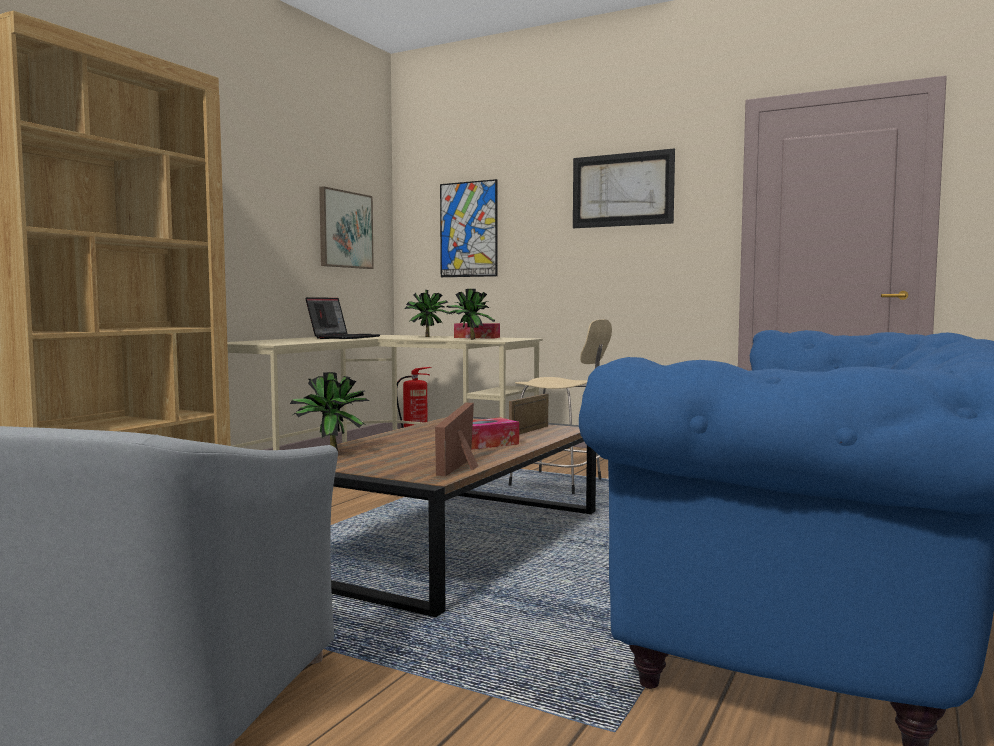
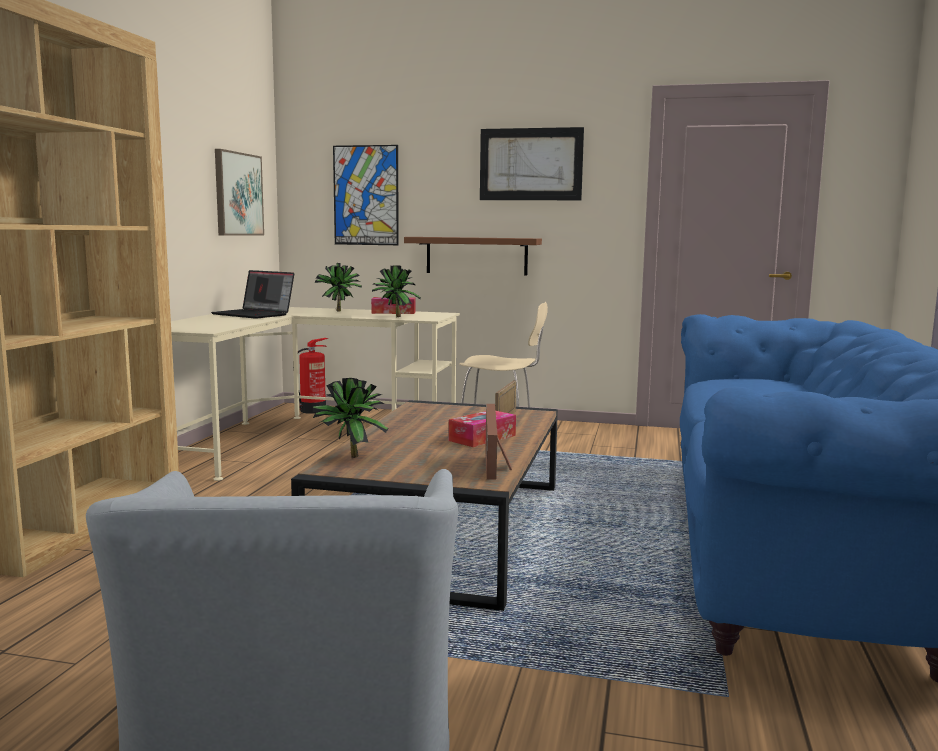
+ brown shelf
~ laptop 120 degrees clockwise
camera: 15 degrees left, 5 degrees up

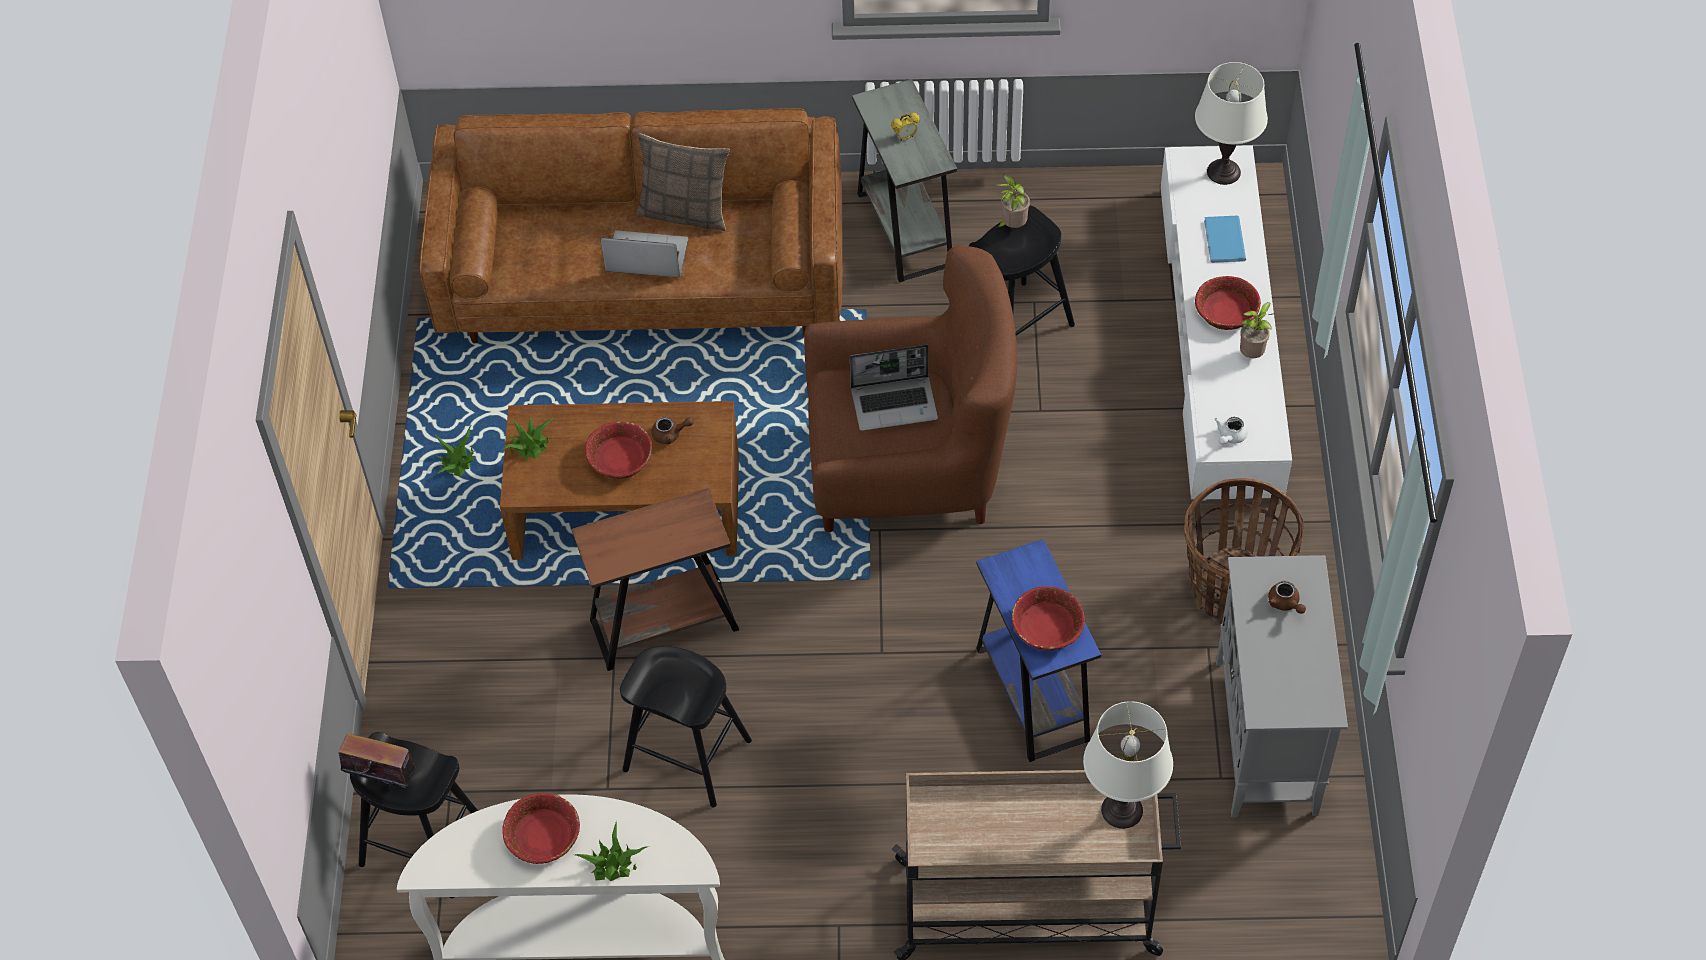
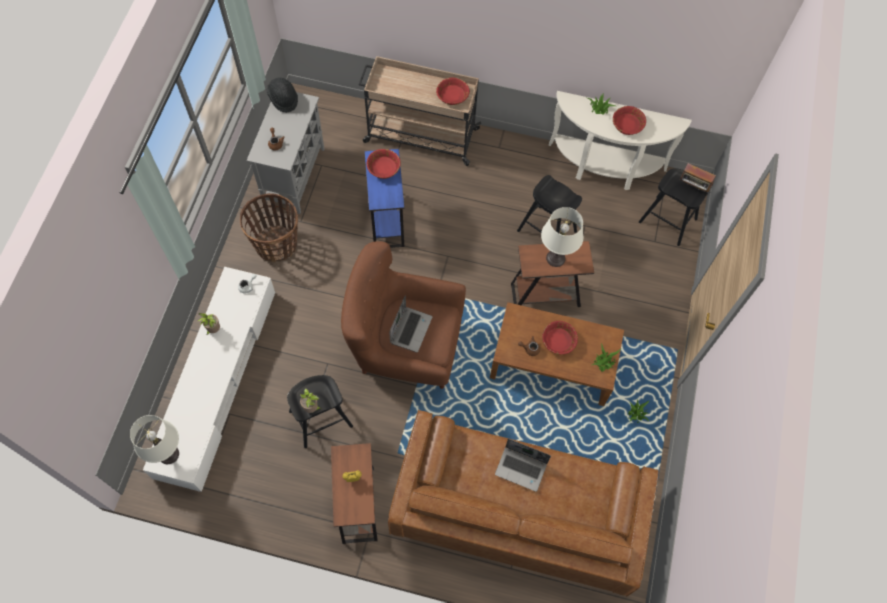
- pillow
- blue book
+ black hat
~ white table lamp (no. 1 from left in the first image) to white table lamp (no. 2 from left)
~ red bowl (no. 4 from left in the first image) to red bowl (no. 2 from left)
~ grey side table to brown side table (no. 1 from left)
~ laptop (no. 2 from left in the first image) 105 degrees clockwise
camera: 170 degrees left, 10 degrees up

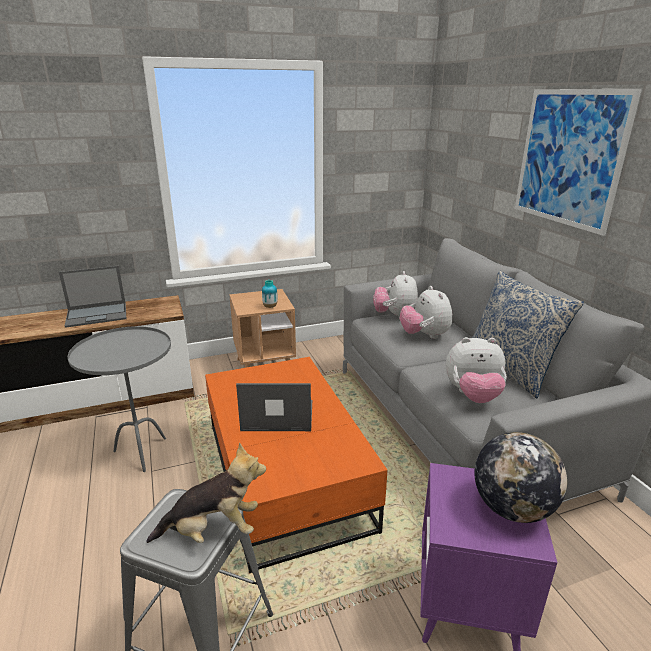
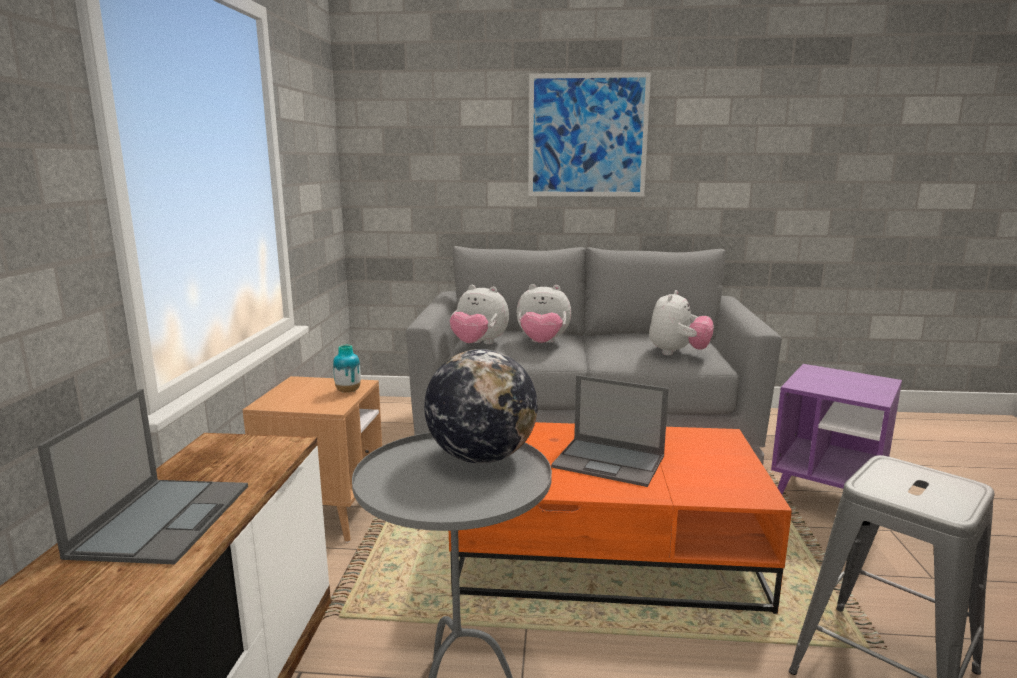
- plush toy (no. 1 from left)
- pillow
~ globe
~ laptop (no. 2 from left) 90 degrees counterclockwise
camera: 65 degrees left, 10 degrees down

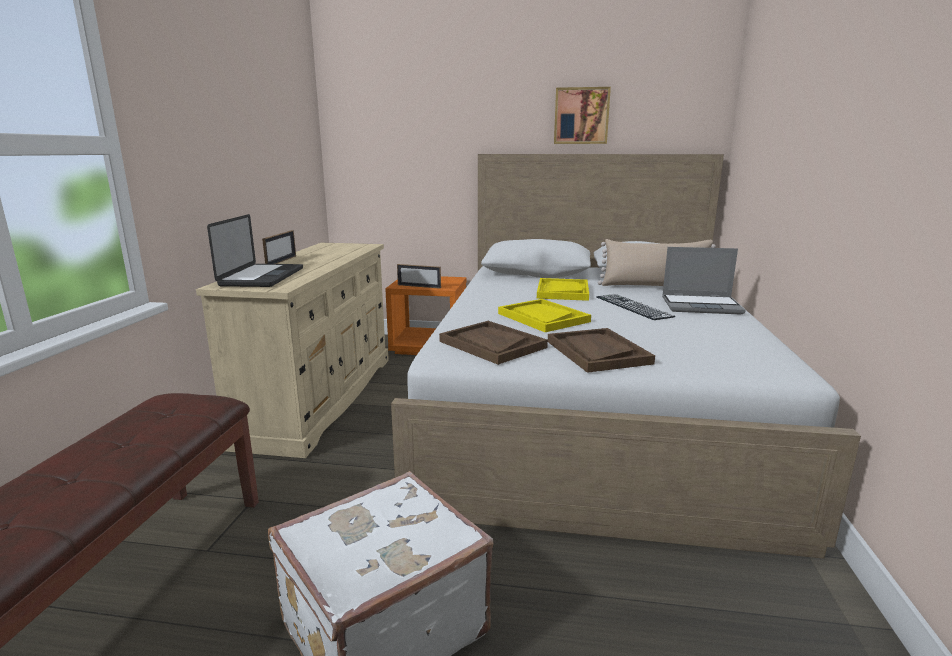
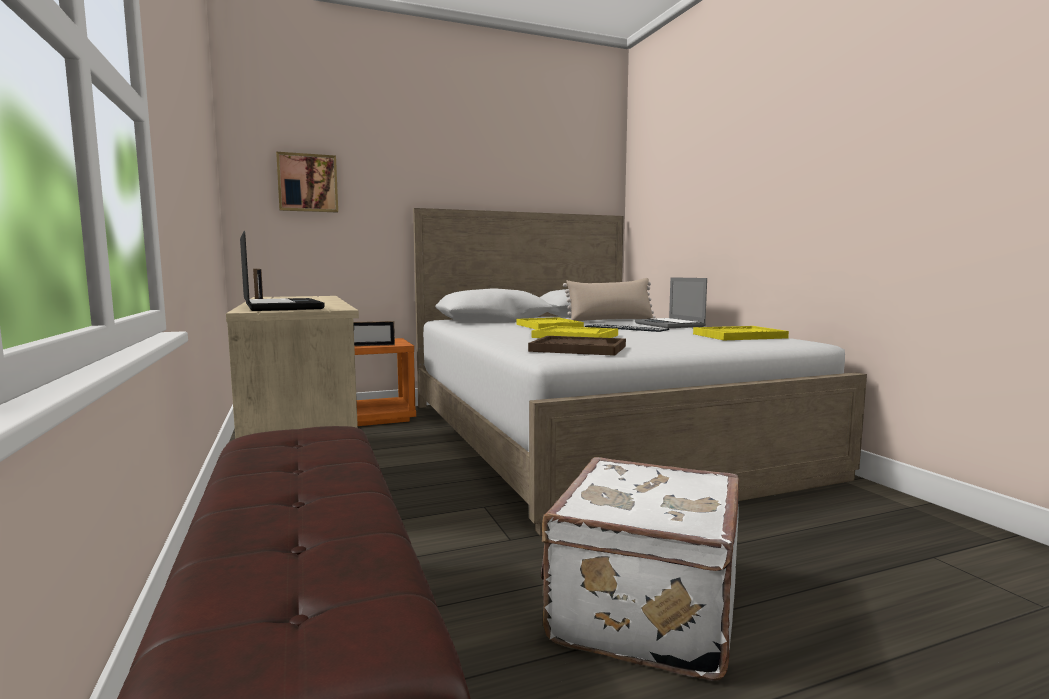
- brown tray (no. 2 from left)
+ yellow tray (no. 3 from left)
~ picture
~ laptop (no. 2 from left) 90 degrees clockwise
camera: 30 degrees left, 10 degrees down

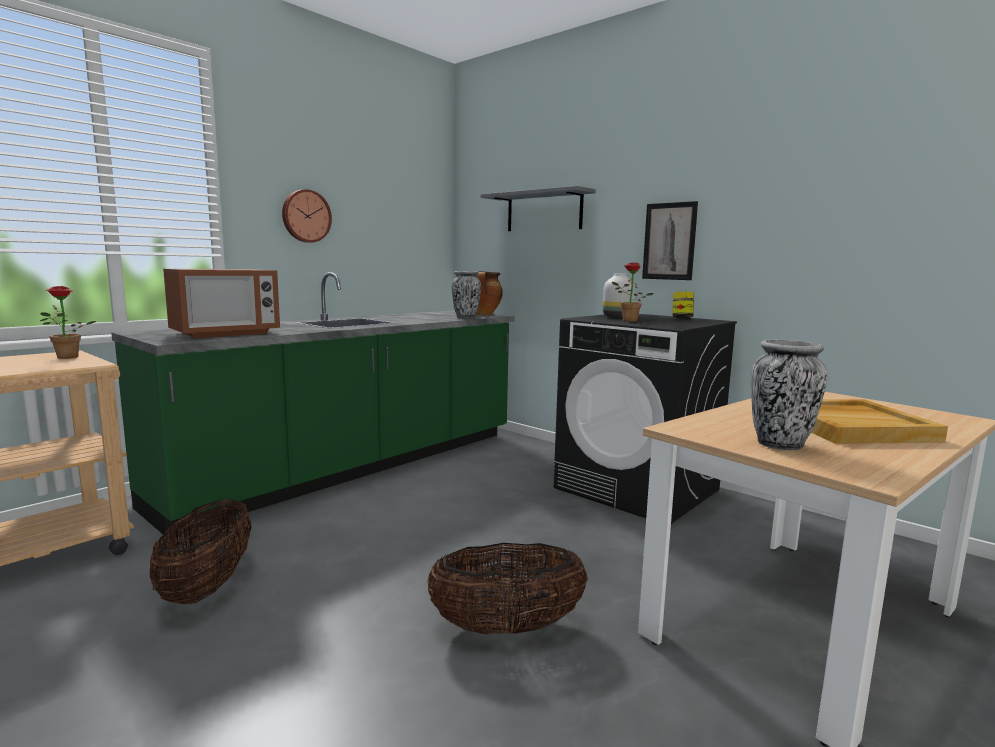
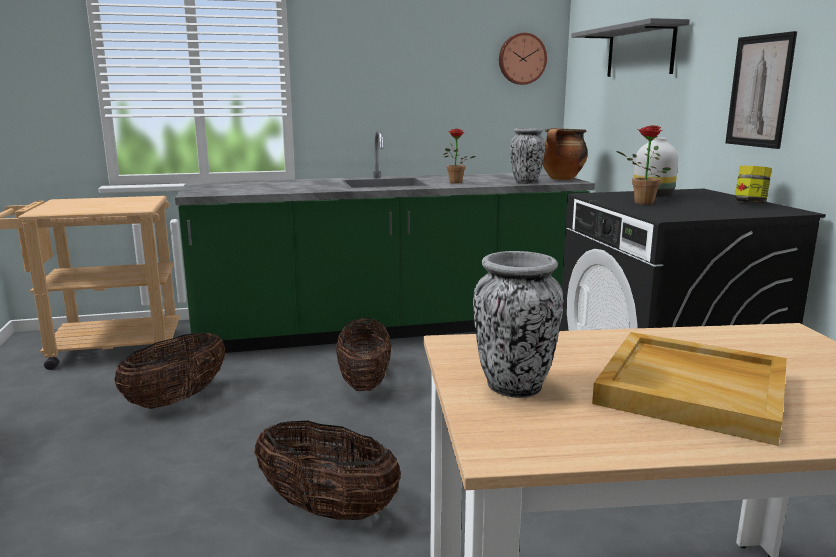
- microwave
+ basket (no. 3 from left)
~ potted plant (no. 1 from left)
~ wall clock
camera: 35 degrees right, 5 degrees up

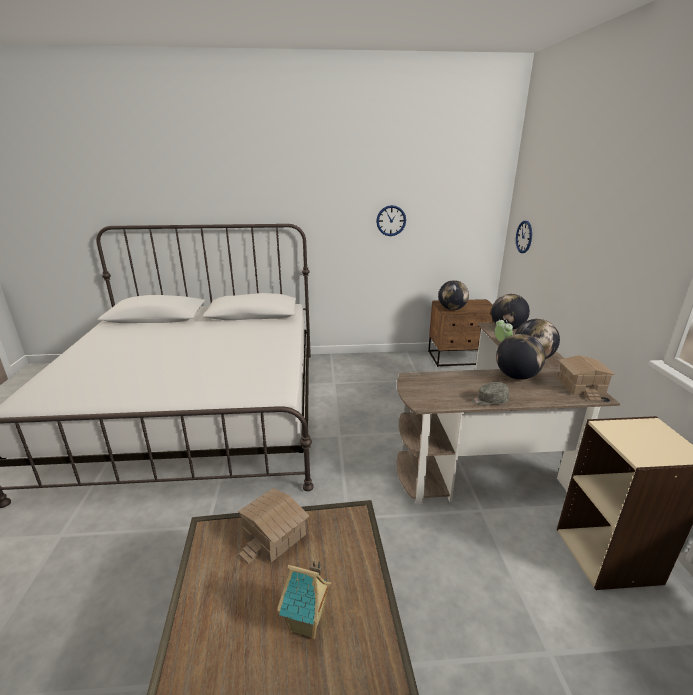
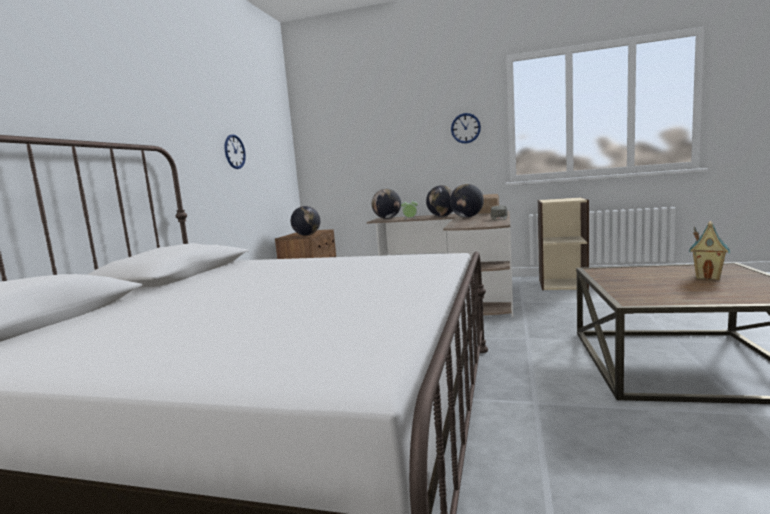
- toy house (no. 1 from left)
~ wall clock (no. 2 from left)
camera: 70 degrees left, 15 degrees down

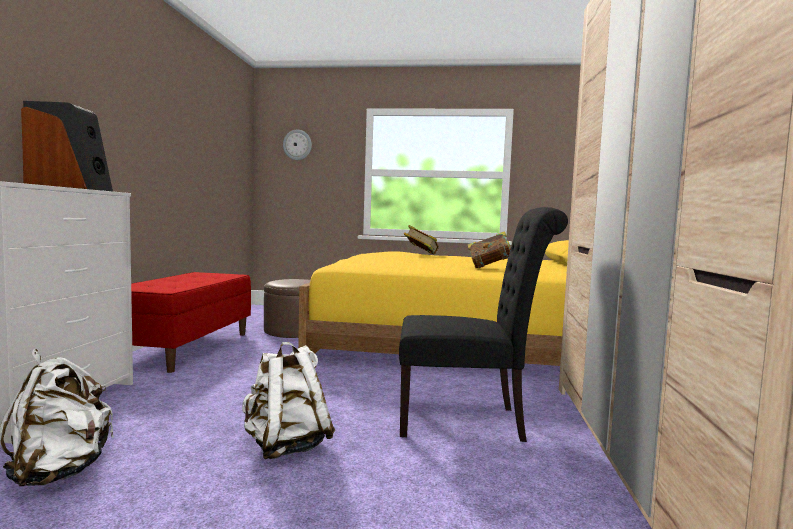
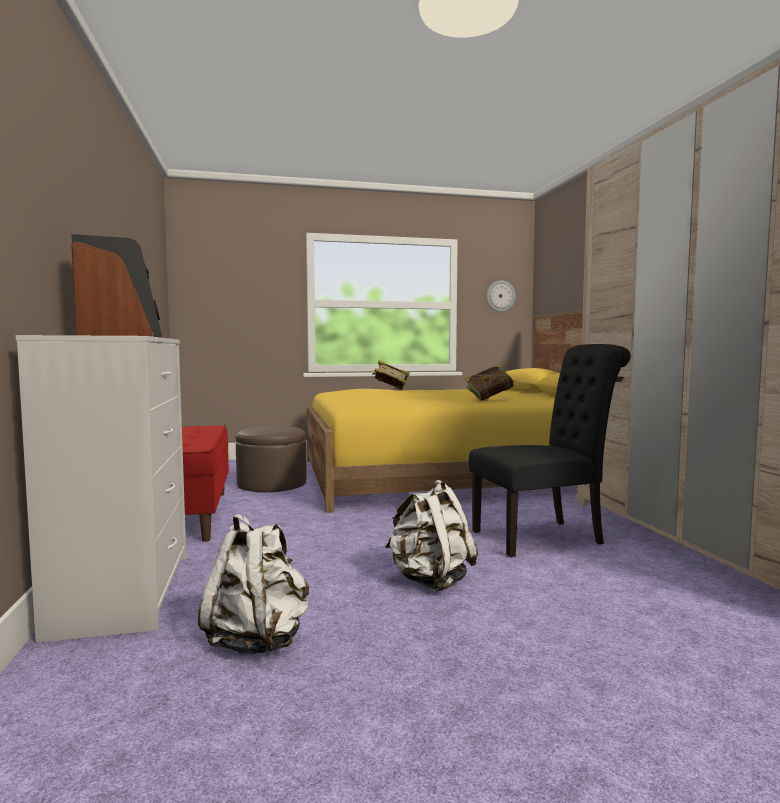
~ wall clock
camera: 20 degrees left, 0 degrees up

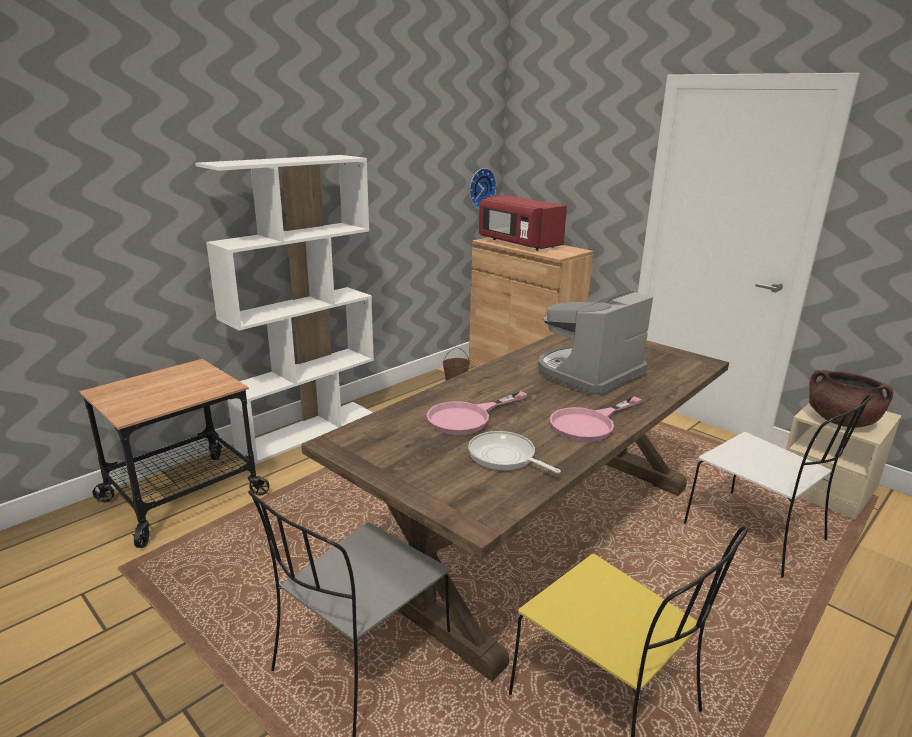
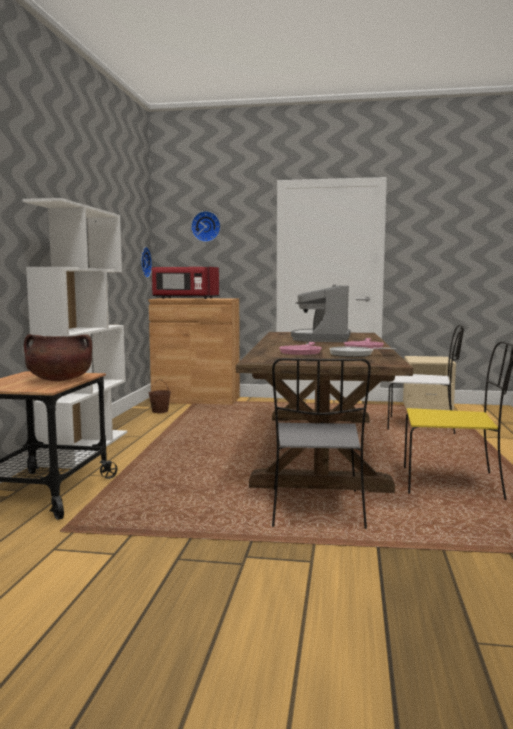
+ wall clock (no. 2 from left)
~ brown cooking pot
camera: 35 degrees left, 15 degrees down

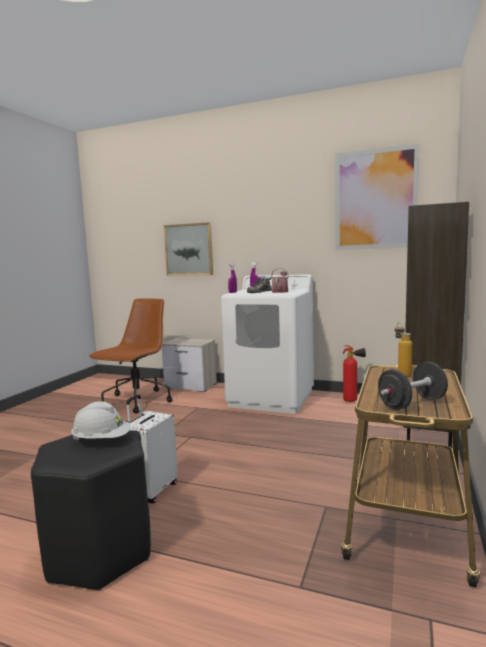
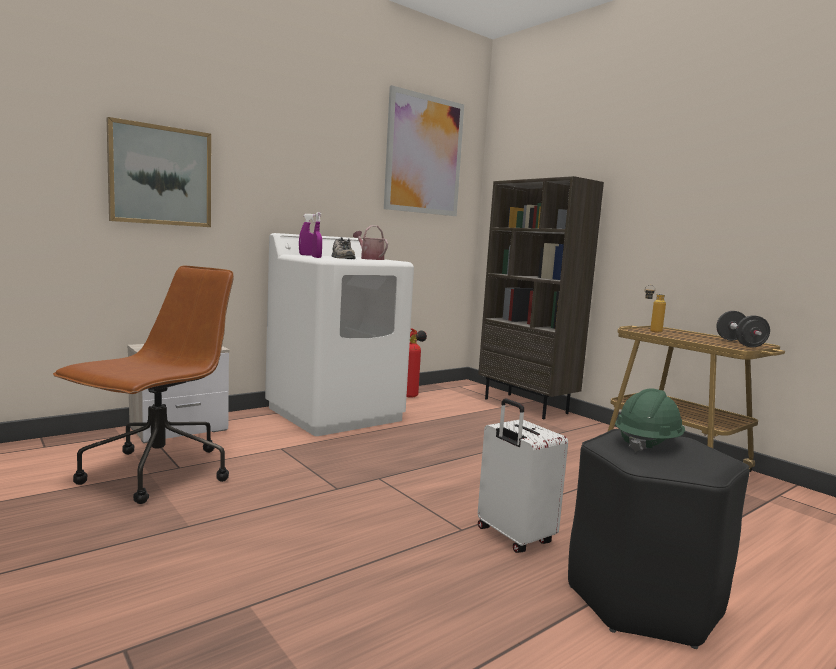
~ white hard hat to green hard hat
~ brown office chair 60 degrees clockwise
camera: 60 degrees left, 0 degrees up

